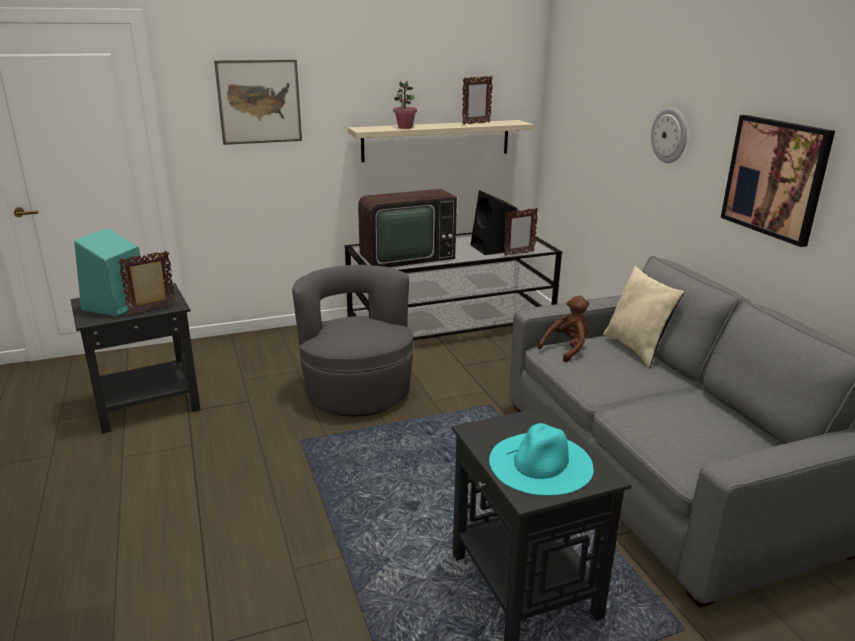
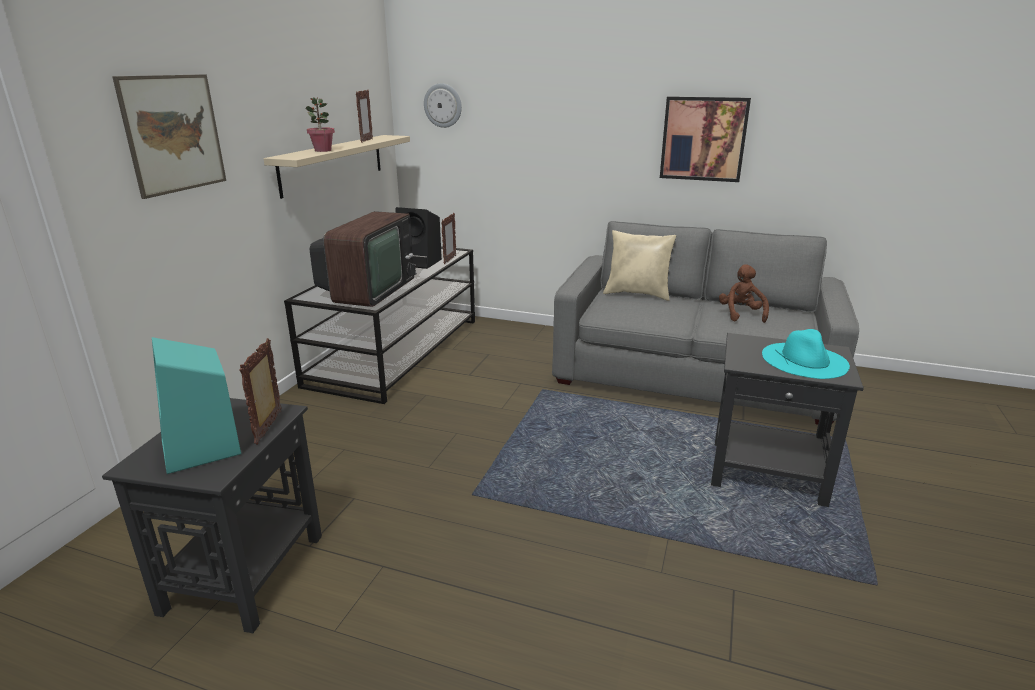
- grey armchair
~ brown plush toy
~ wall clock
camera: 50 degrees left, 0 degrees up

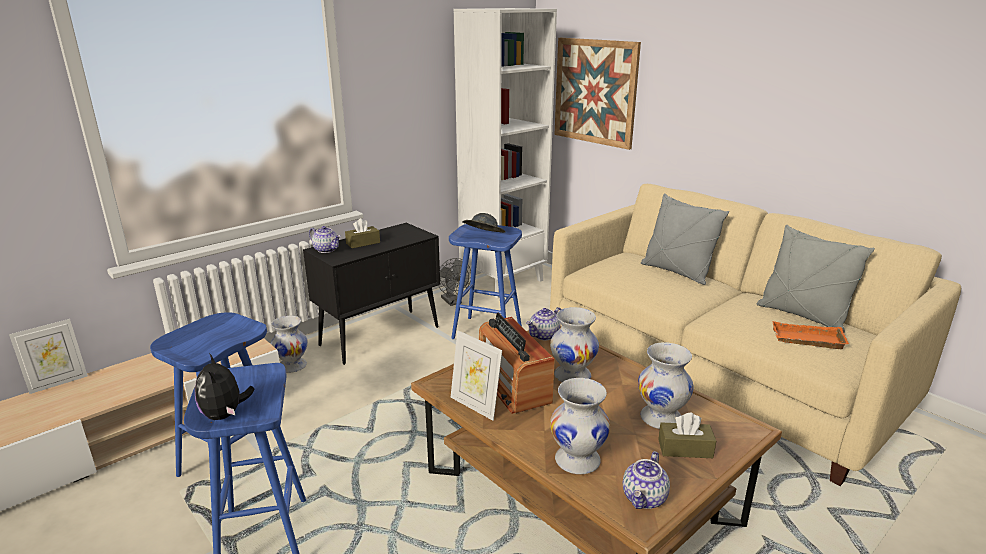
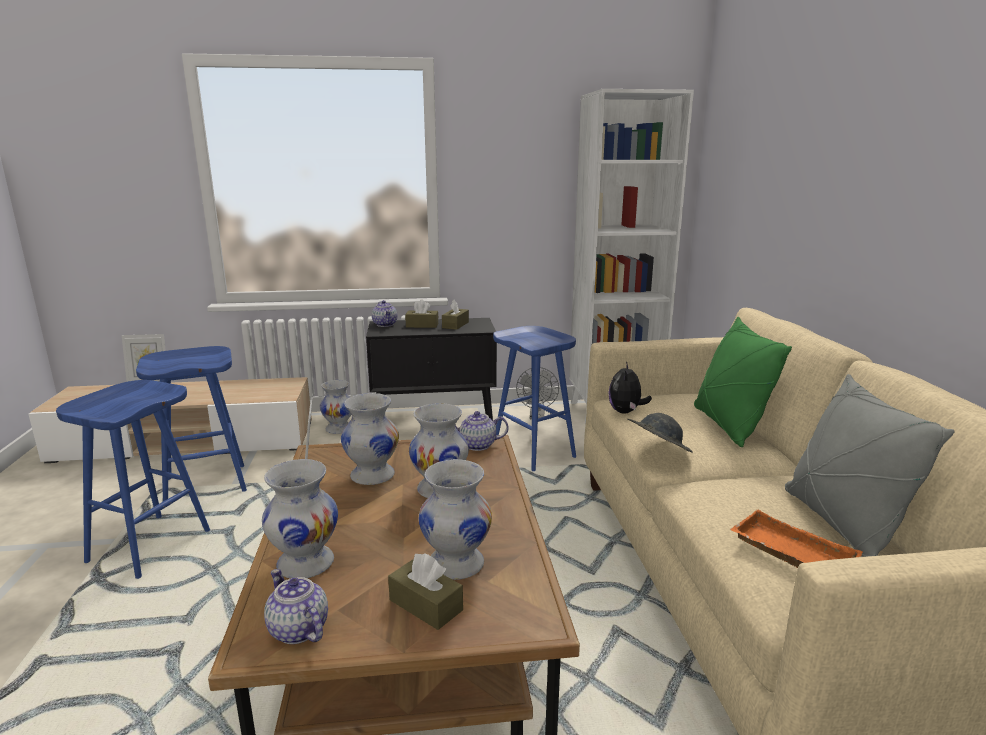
- picture
+ brown tissue box (no. 3 from left)
~ plush toy
~ grey hat
~ radio to white vase (no. 3 from left)
~ grey pillow (no. 1 from left) to green pillow
~ teapot (no. 3 from left in the first image) 75 degrees clockwise
camera: 35 degrees right, 5 degrees down

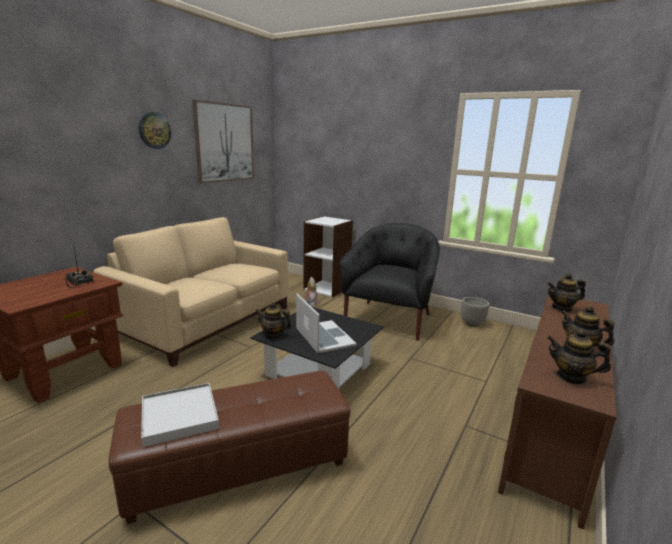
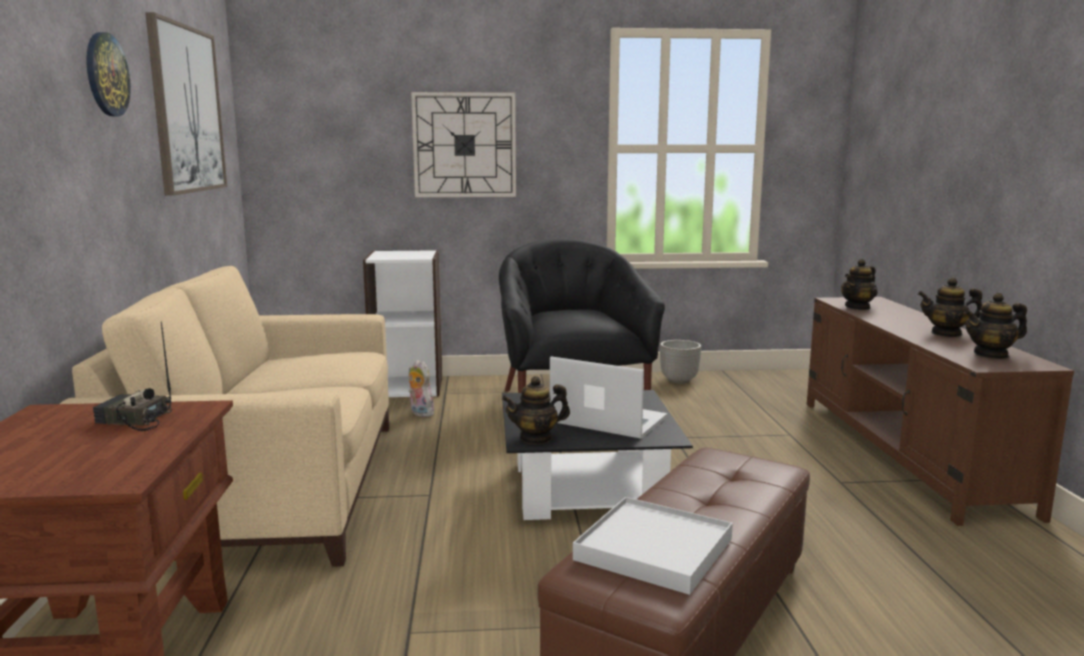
+ wall clock (no. 2 from left)
camera: 35 degrees left, 5 degrees down

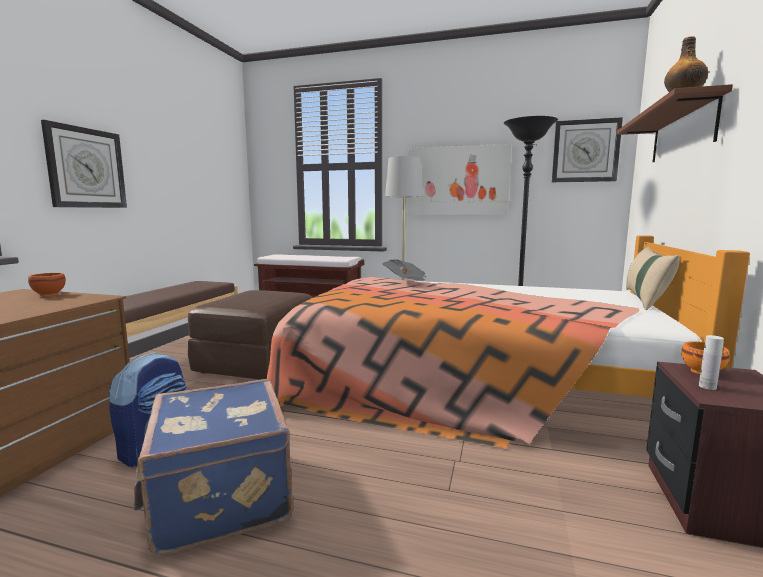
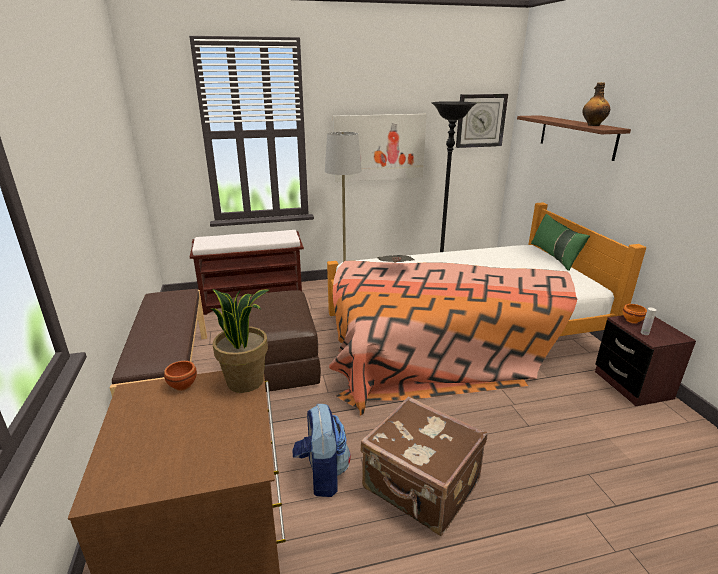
- wall clock (no. 1 from left)
+ potted plant
~ blue suitcase to brown suitcase
~ beige pillow to green pillow
camera: 30 degrees left, 15 degrees up

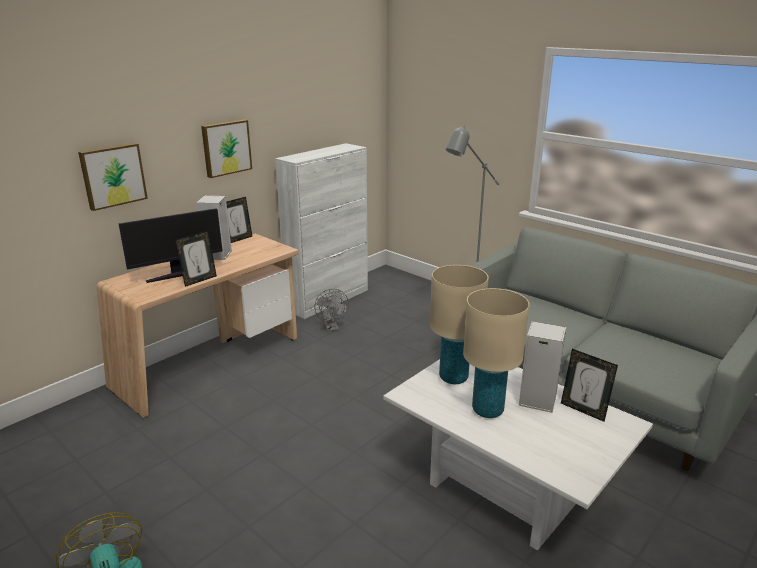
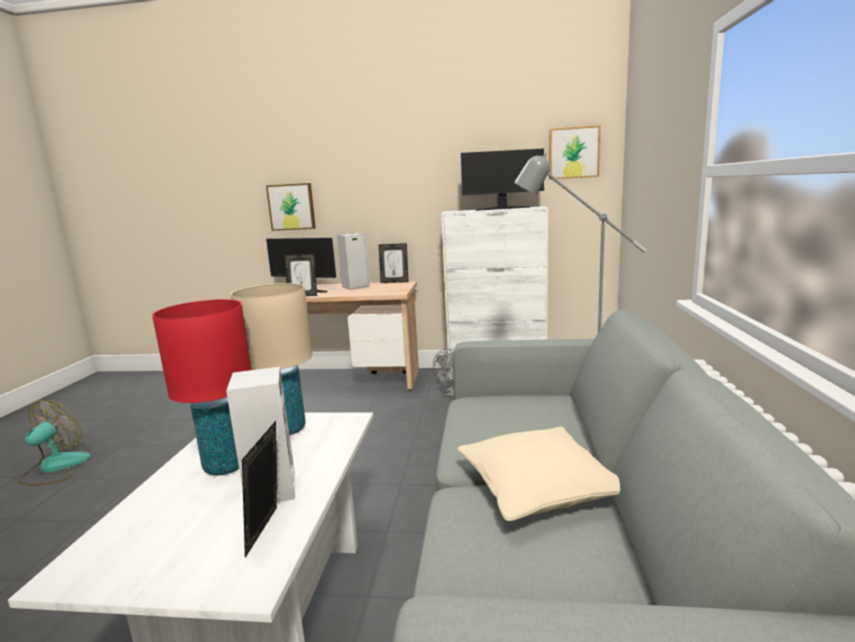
+ beige pillow
+ monitor (no. 2 from left)
~ picture (no. 2 from left)
~ beige table lamp (no. 2 from left) to red table lamp
camera: 55 degrees right, 10 degrees down

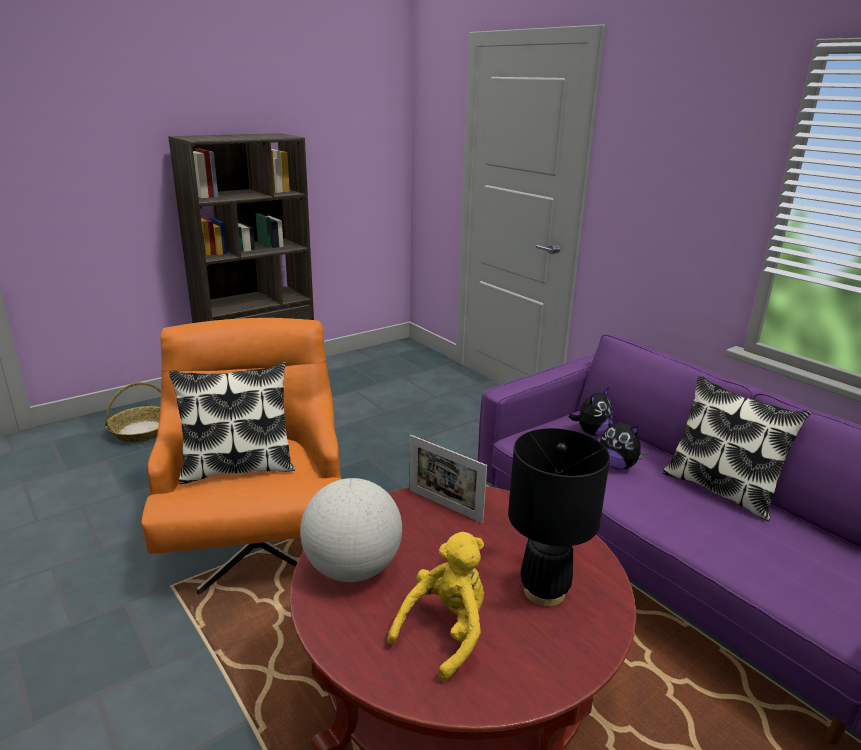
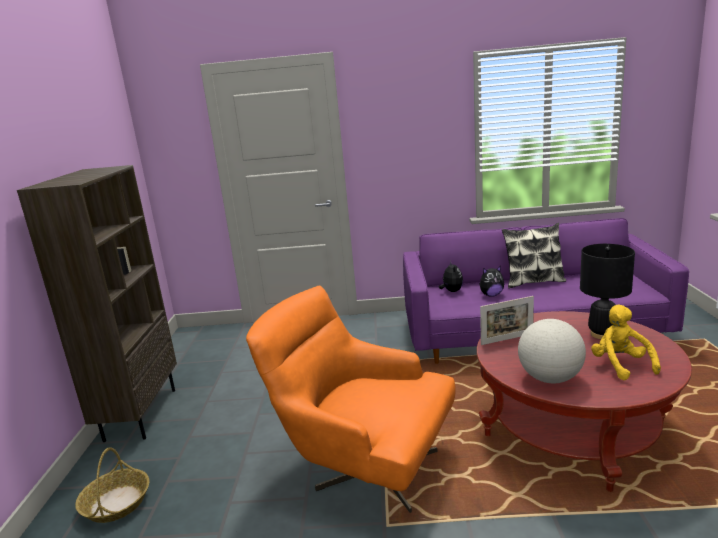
- pillow (no. 1 from left)
camera: 50 degrees left, 5 degrees down

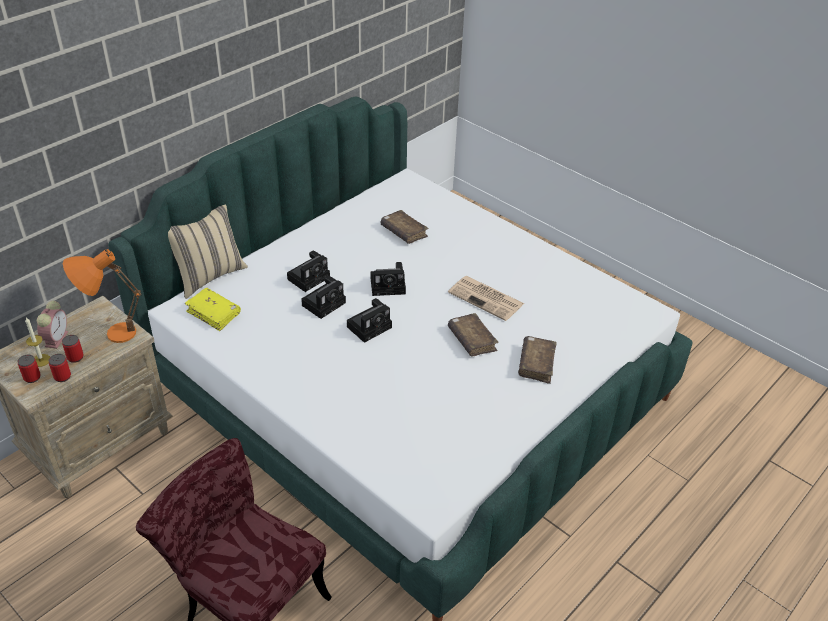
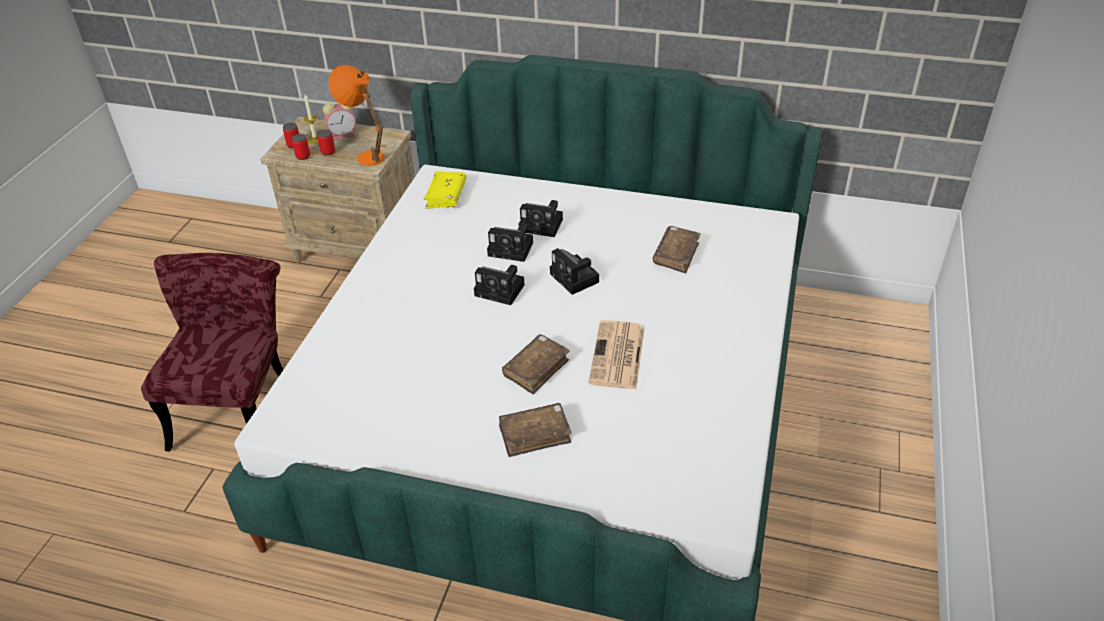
- beige pillow
camera: 65 degrees right, 0 degrees up

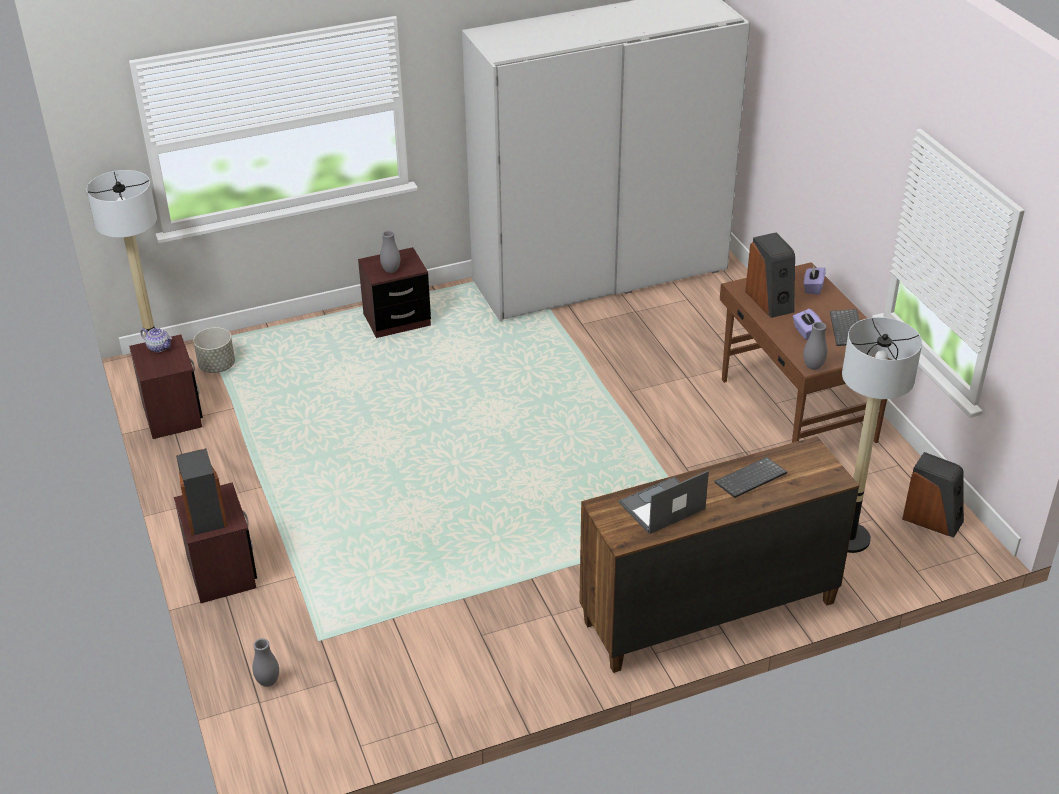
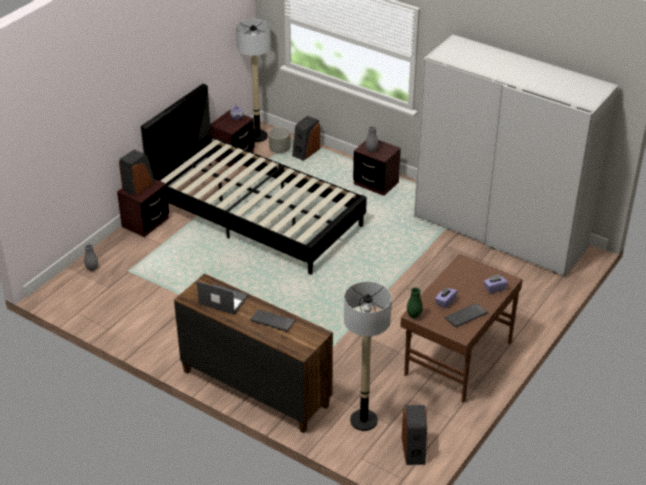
+ black bed
~ speaker (no. 2 from left)
~ grey vase (no. 3 from left) to green vase
camera: 55 degrees right, 0 degrees up

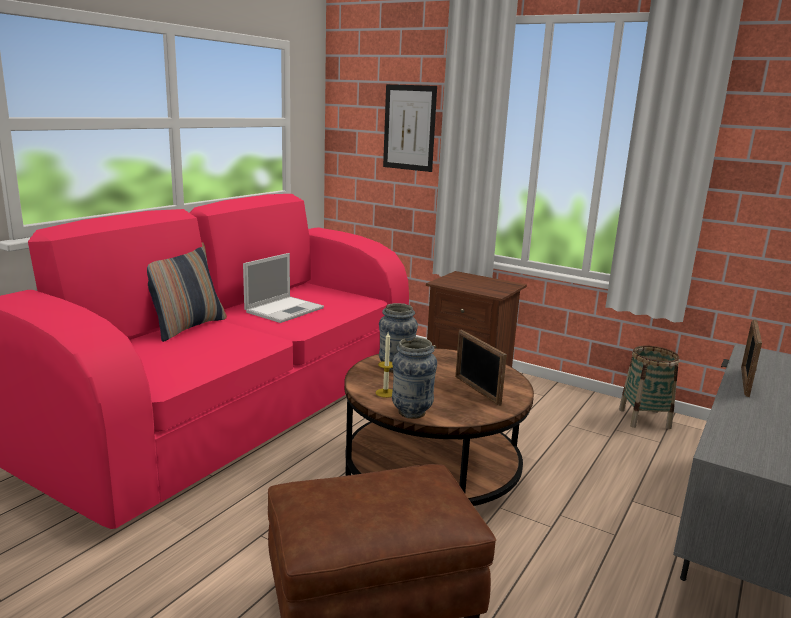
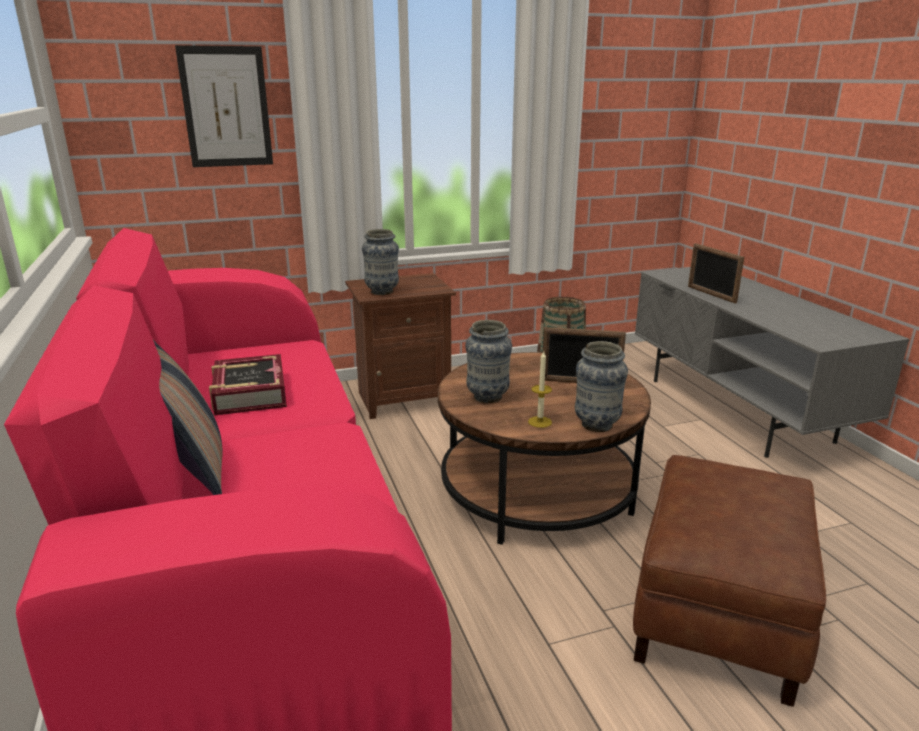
+ vase (no. 1 from left)
~ laptop to book
camera: 50 degrees left, 5 degrees up

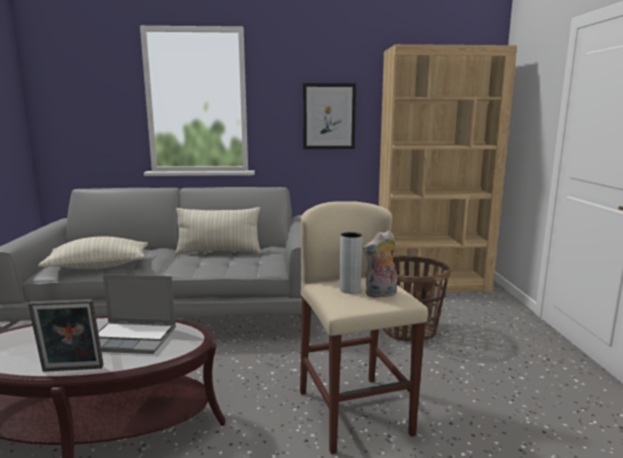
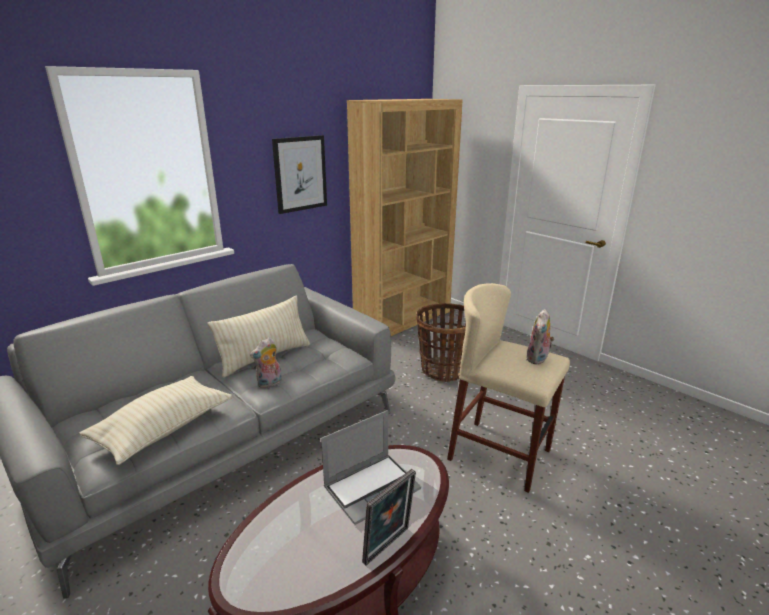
- grey vase
+ plush toy (no. 1 from left)
camera: 40 degrees left, 10 degrees up

